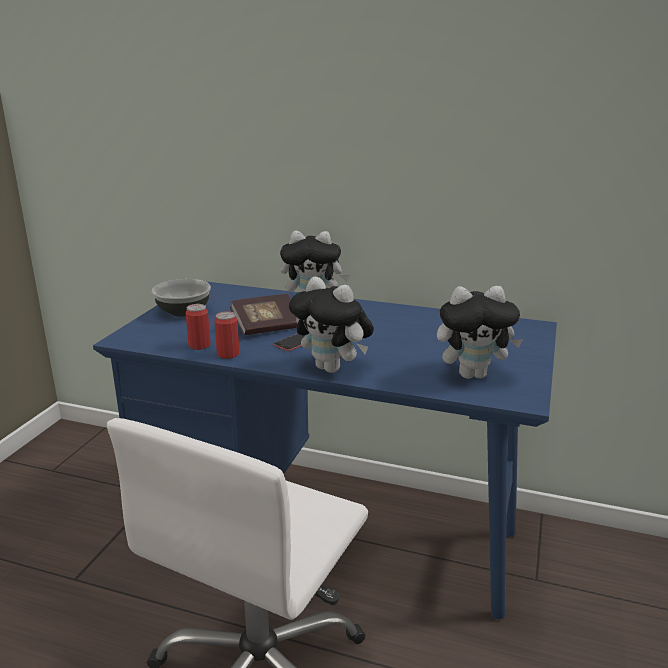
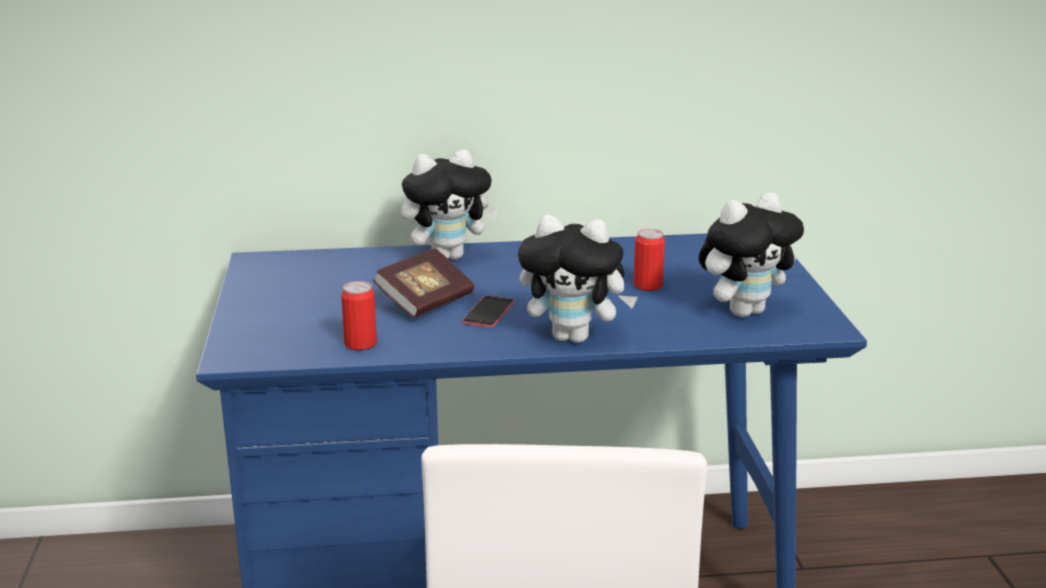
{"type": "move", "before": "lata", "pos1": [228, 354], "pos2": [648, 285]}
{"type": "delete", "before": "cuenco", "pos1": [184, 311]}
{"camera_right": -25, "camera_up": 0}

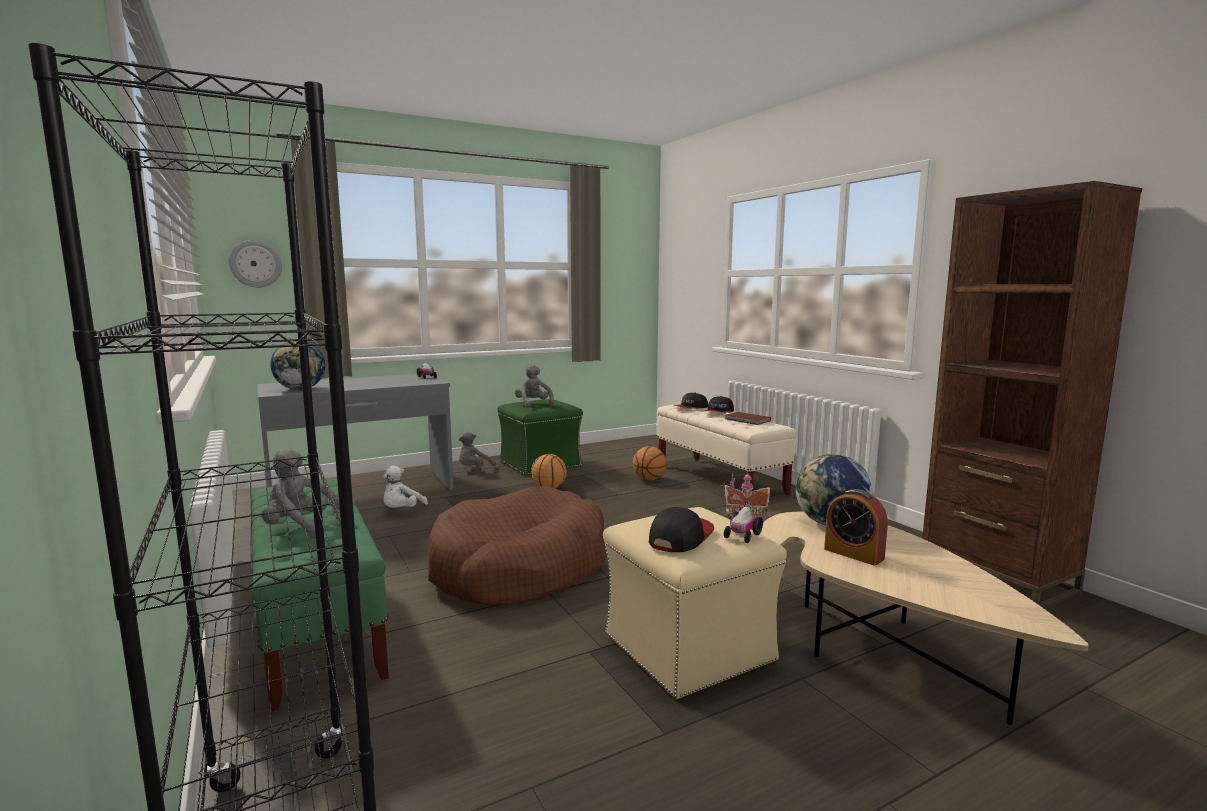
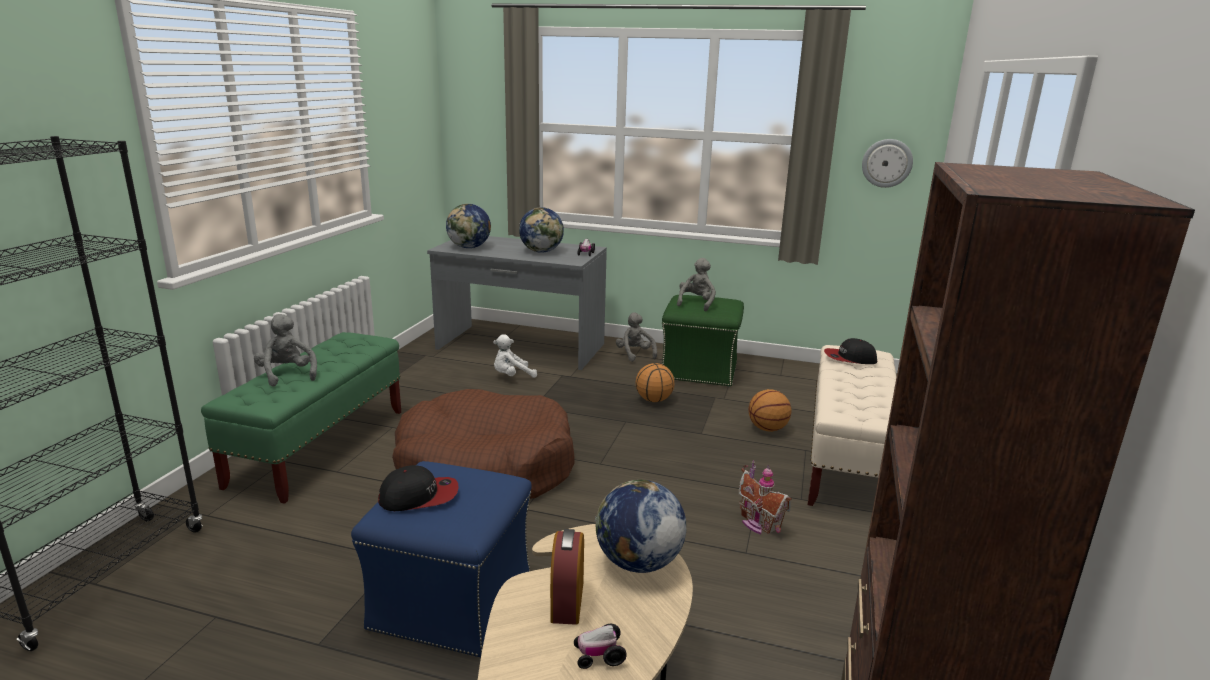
{"type": "recolor", "before": "puf (beis)", "after": "puf (azul)", "pos1": [687, 647], "pos2": [452, 600]}
{"type": "insert", "after": "globo terráqueo", "pos2": [541, 251]}
{"type": "move", "before": "coche de juguete", "pos1": [742, 536], "pos2": [599, 655]}
{"type": "rotate", "before": "peluche (gris)", "pos1": [474, 469], "pos2": [635, 354], "turn": 75}
{"type": "move", "before": "reloj de pared", "pos1": [255, 264], "pos2": [887, 163]}
{"type": "delete", "before": "gorra", "pos1": [719, 412]}
{"type": "delete", "before": "libro (marrón)", "pos1": [747, 420]}
{"camera_right": 45, "camera_up": 10}

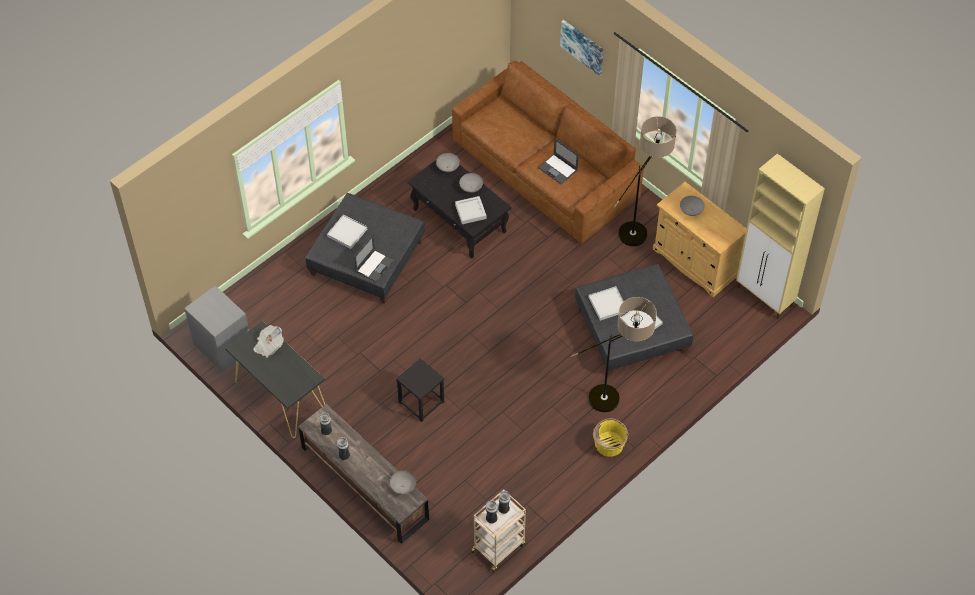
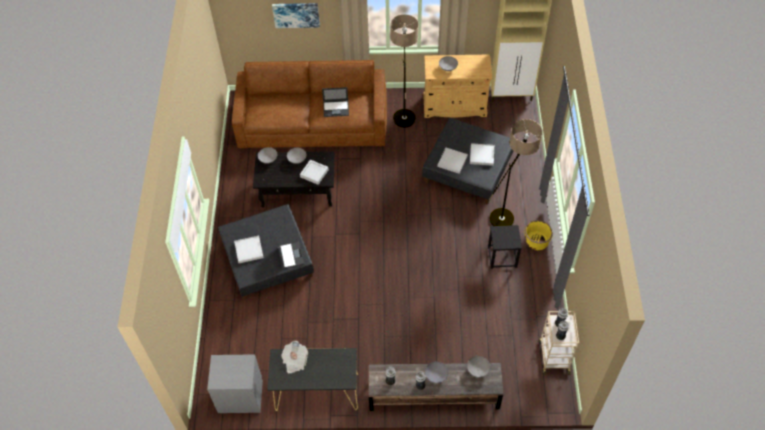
{"type": "insert", "after": "cuenco (gris)", "pos2": [435, 375]}
{"type": "move", "before": "taburete (negro)", "pos1": [421, 402], "pos2": [502, 257]}
{"camera_right": -45, "camera_up": 0}

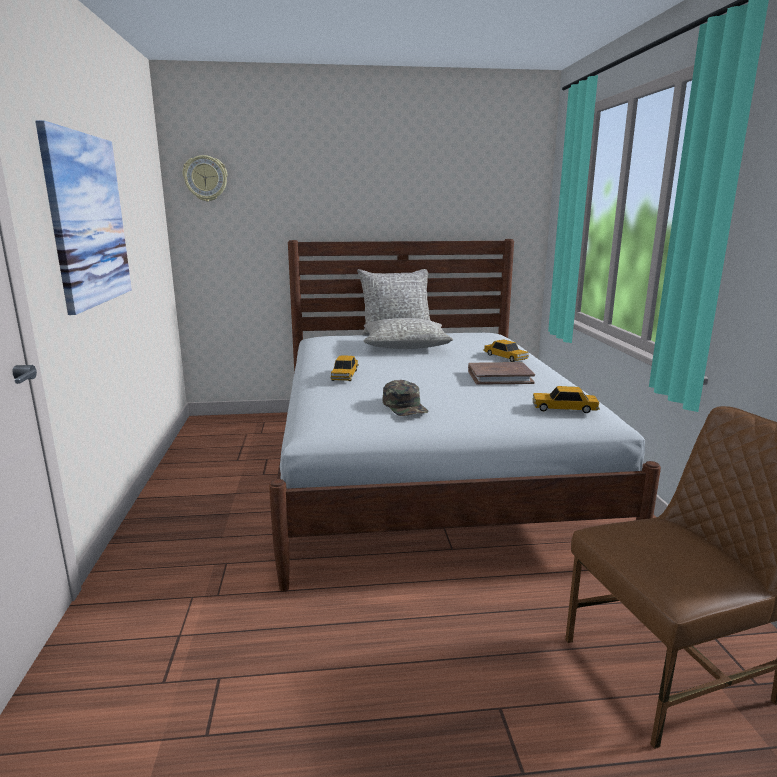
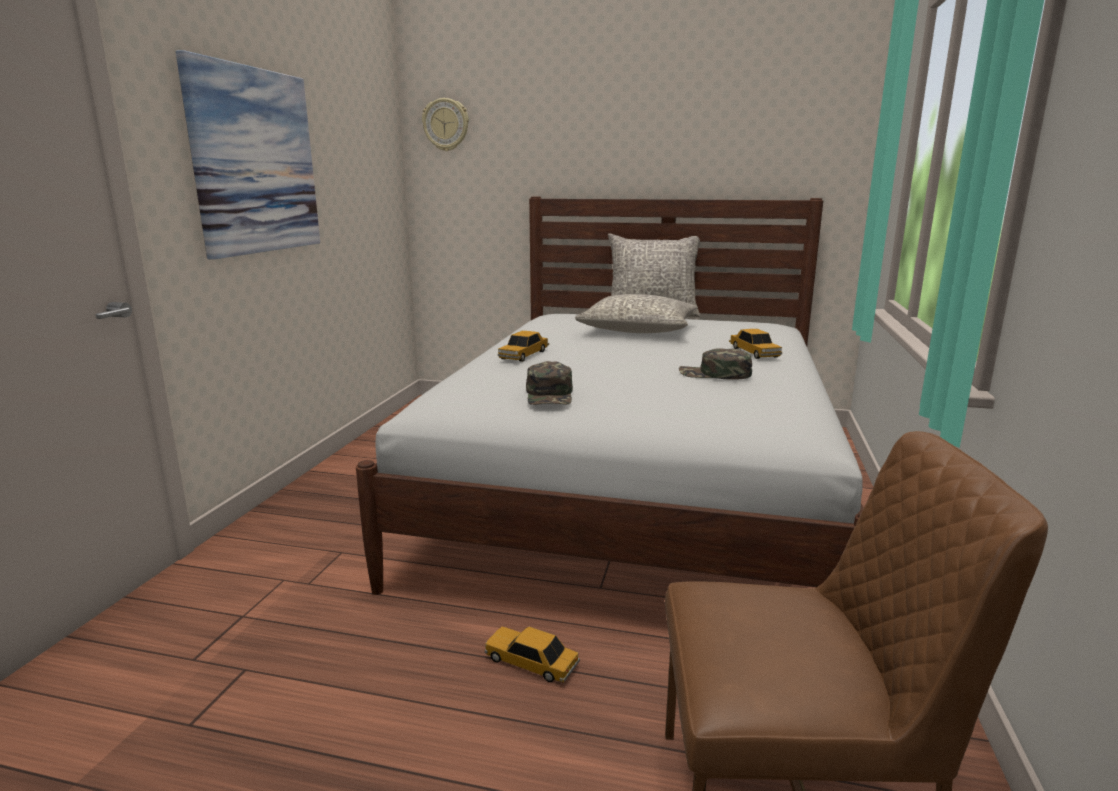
{"type": "move", "before": "coche de juguete", "pos1": [564, 408], "pos2": [531, 662]}
{"type": "replace", "before": "libro (marrón)", "after": "gorra (verde)", "pos1": [499, 377], "pos2": [714, 374]}
{"camera_right": 20, "camera_up": 0}

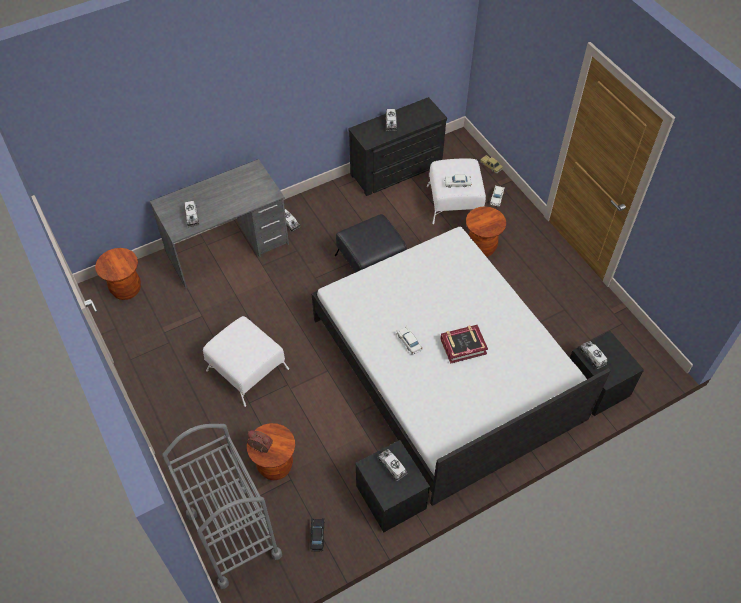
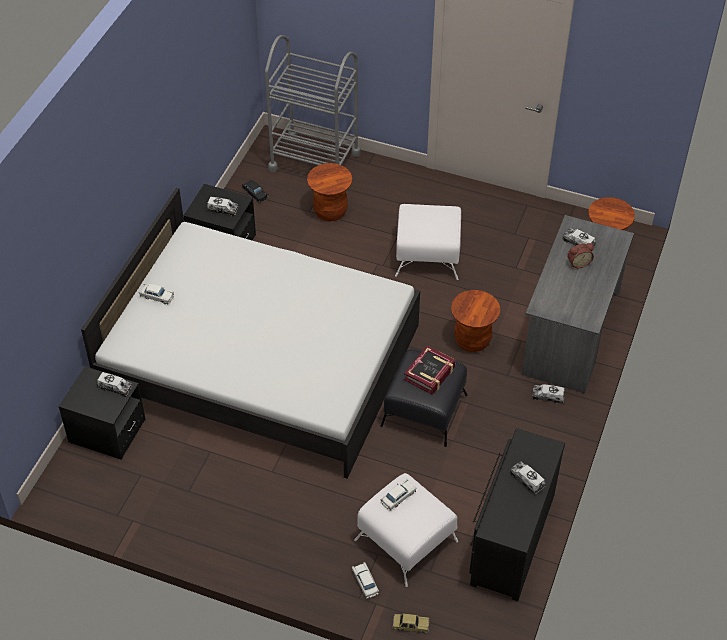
{"type": "move", "before": "coche de juguete (blanco)", "pos1": [409, 342], "pos2": [157, 296]}
{"type": "move", "before": "libro", "pos1": [463, 346], "pos2": [430, 373]}
{"type": "move", "before": "taburete (marrón)", "pos1": [481, 248], "pos2": [472, 340]}
{"type": "move", "before": "despertador", "pos1": [260, 448], "pos2": [578, 263]}
{"camera_right": 140, "camera_up": -5}

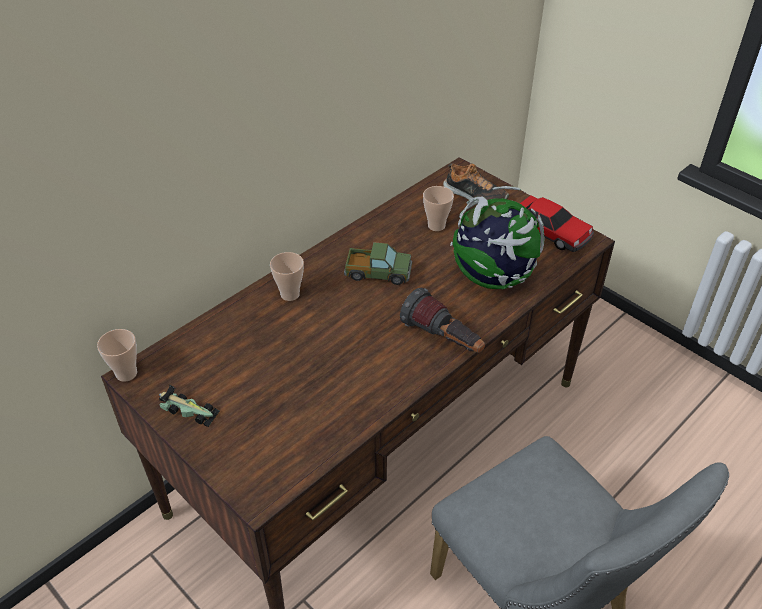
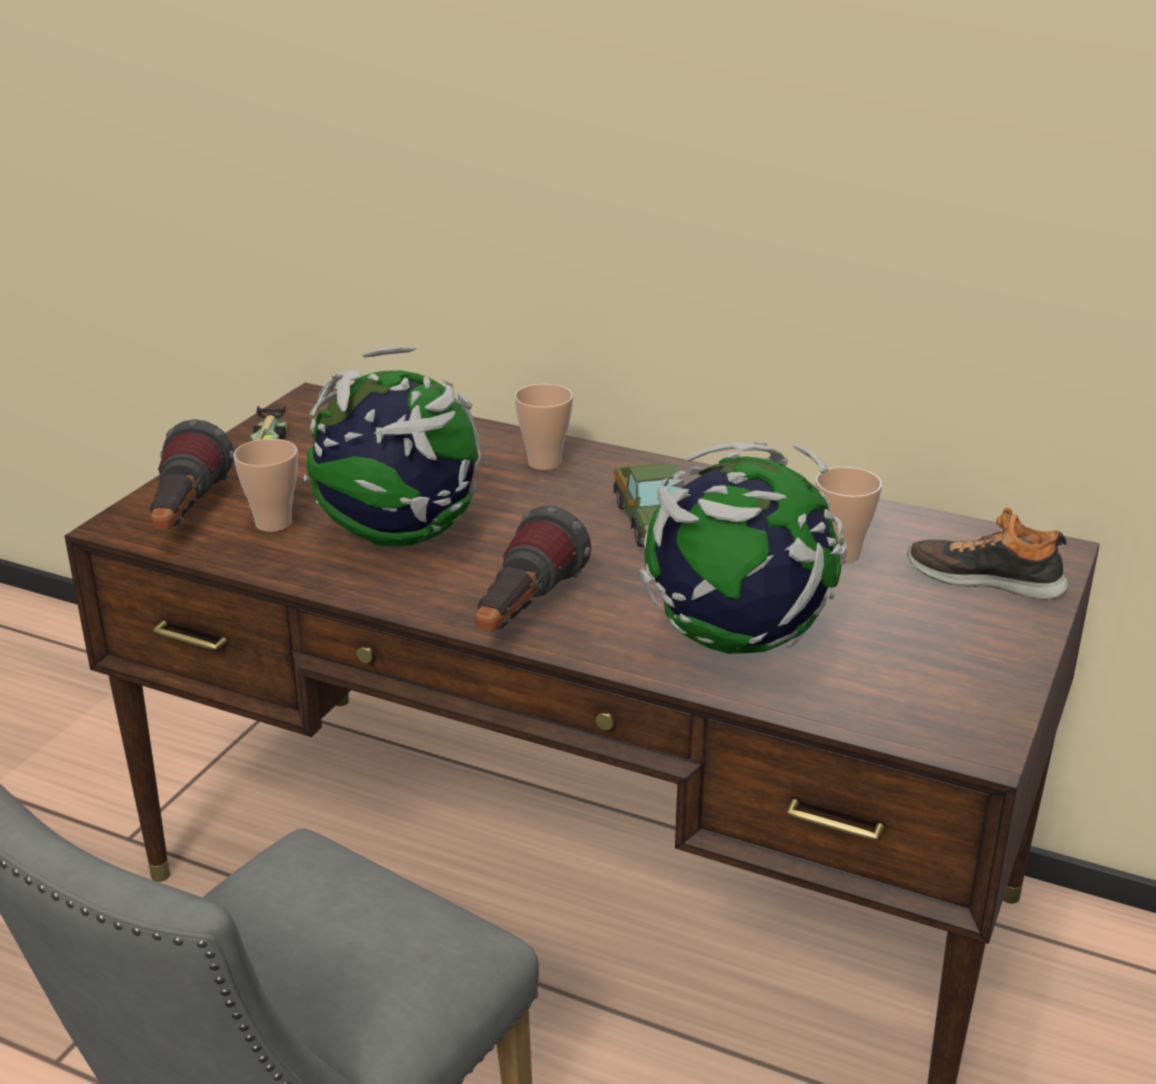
{"type": "insert", "after": "linterna", "pos2": [186, 517]}
{"type": "move", "before": "taza", "pos1": [126, 373], "pos2": [273, 523]}
{"type": "insert", "after": "globo terráqueo", "pos2": [400, 537]}
{"type": "rotate", "before": "zapato", "pos1": [474, 195], "pos2": [985, 579], "turn": 105}
{"type": "delete", "before": "coche de juguete", "pos1": [550, 232]}
{"camera_right": 70, "camera_up": -15}

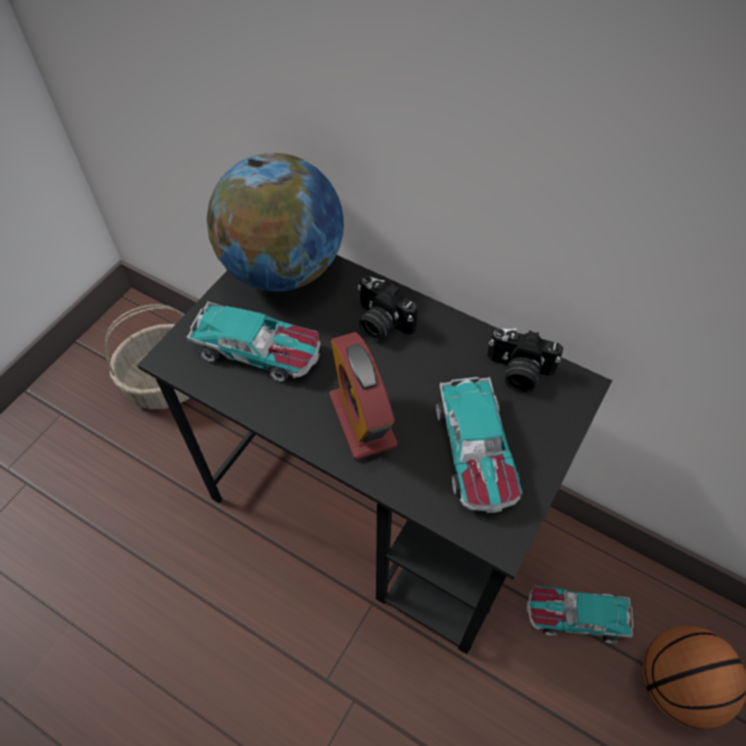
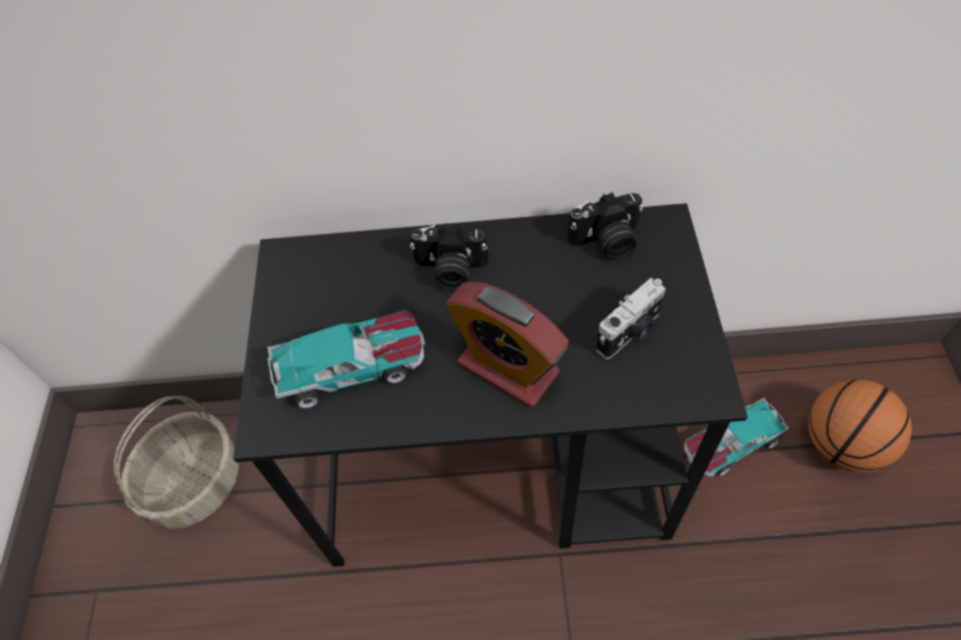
{"type": "replace", "before": "coche de juguete", "after": "cámara", "pos1": [476, 452], "pos2": [630, 333]}
{"type": "delete", "before": "globo terráqueo", "pos1": [283, 269]}
{"camera_right": -30, "camera_up": 0}

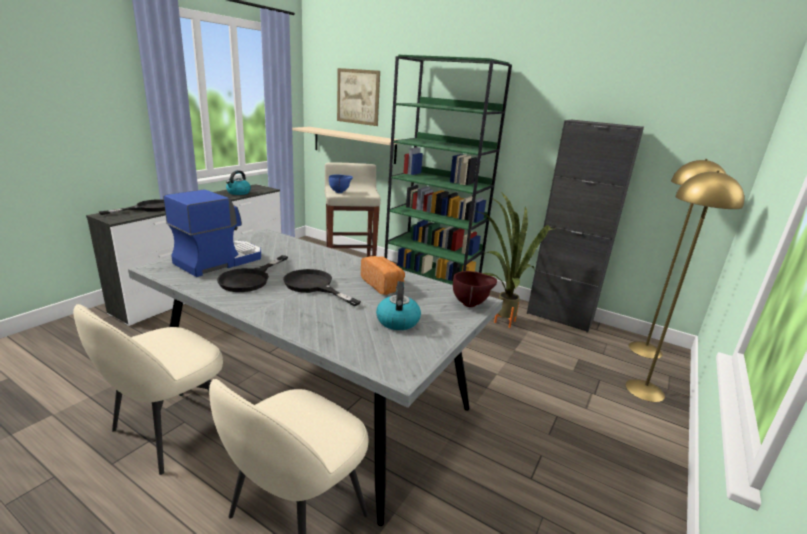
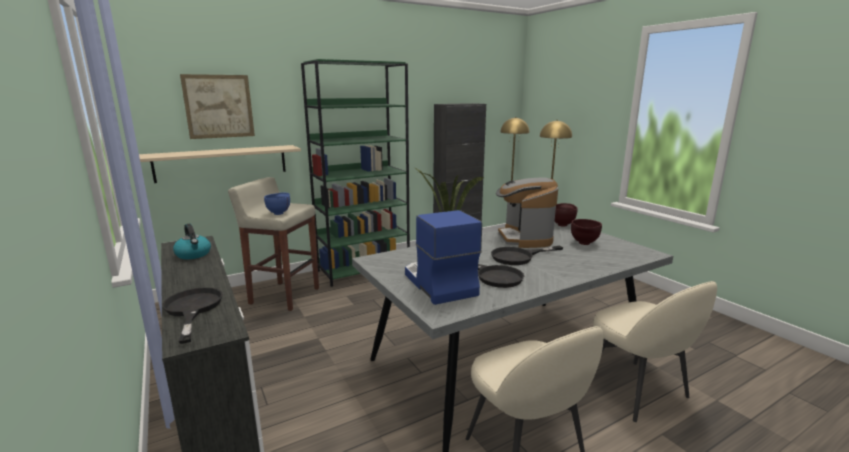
{"type": "replace", "before": "pan", "after": "cafetera", "pos1": [383, 285], "pos2": [524, 238]}
{"type": "replace", "before": "hervidor", "after": "cuenco (marrón)", "pos1": [397, 321], "pos2": [584, 244]}
{"camera_right": -60, "camera_up": -5}

